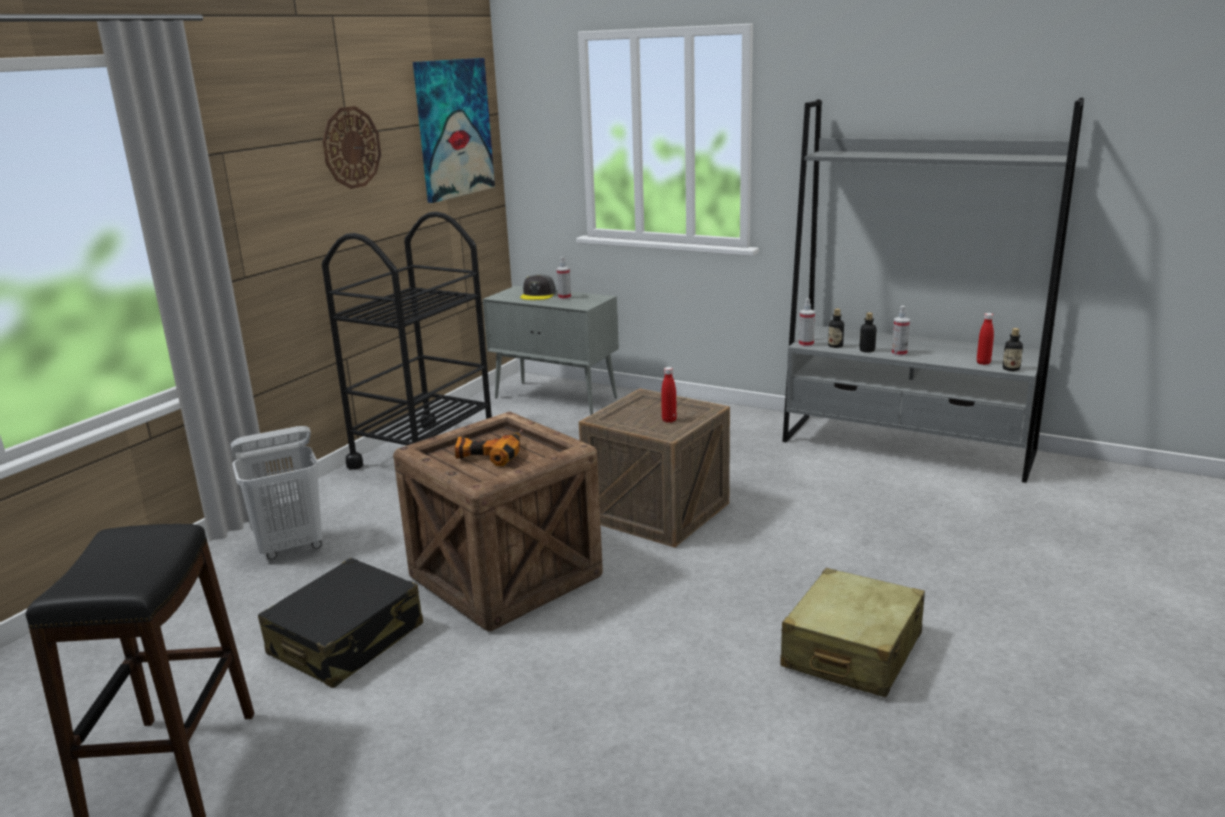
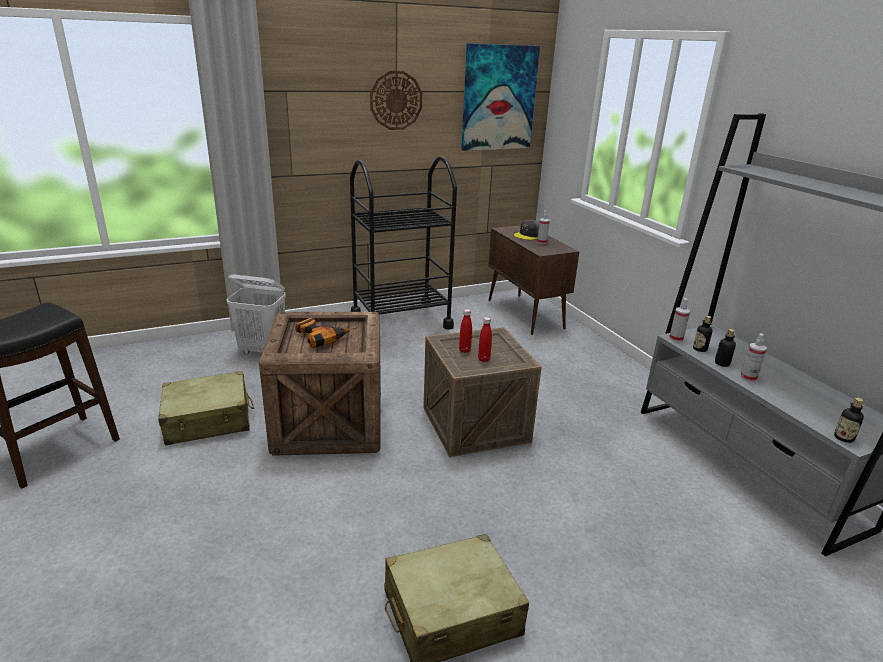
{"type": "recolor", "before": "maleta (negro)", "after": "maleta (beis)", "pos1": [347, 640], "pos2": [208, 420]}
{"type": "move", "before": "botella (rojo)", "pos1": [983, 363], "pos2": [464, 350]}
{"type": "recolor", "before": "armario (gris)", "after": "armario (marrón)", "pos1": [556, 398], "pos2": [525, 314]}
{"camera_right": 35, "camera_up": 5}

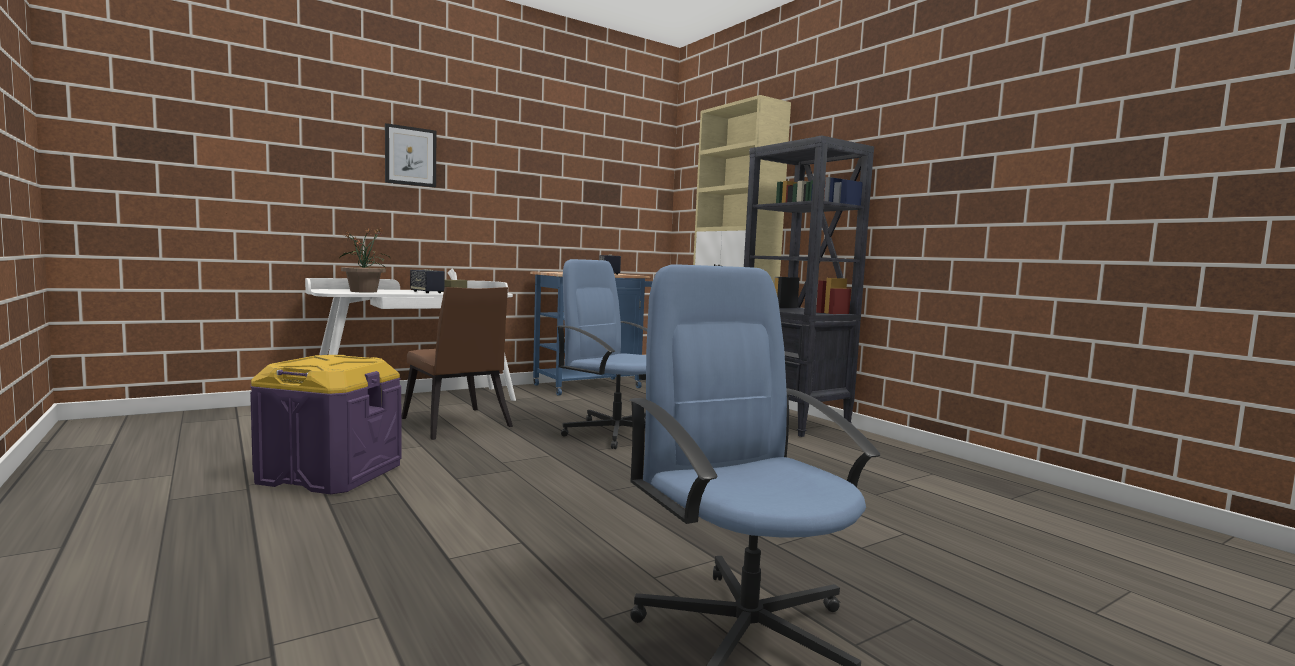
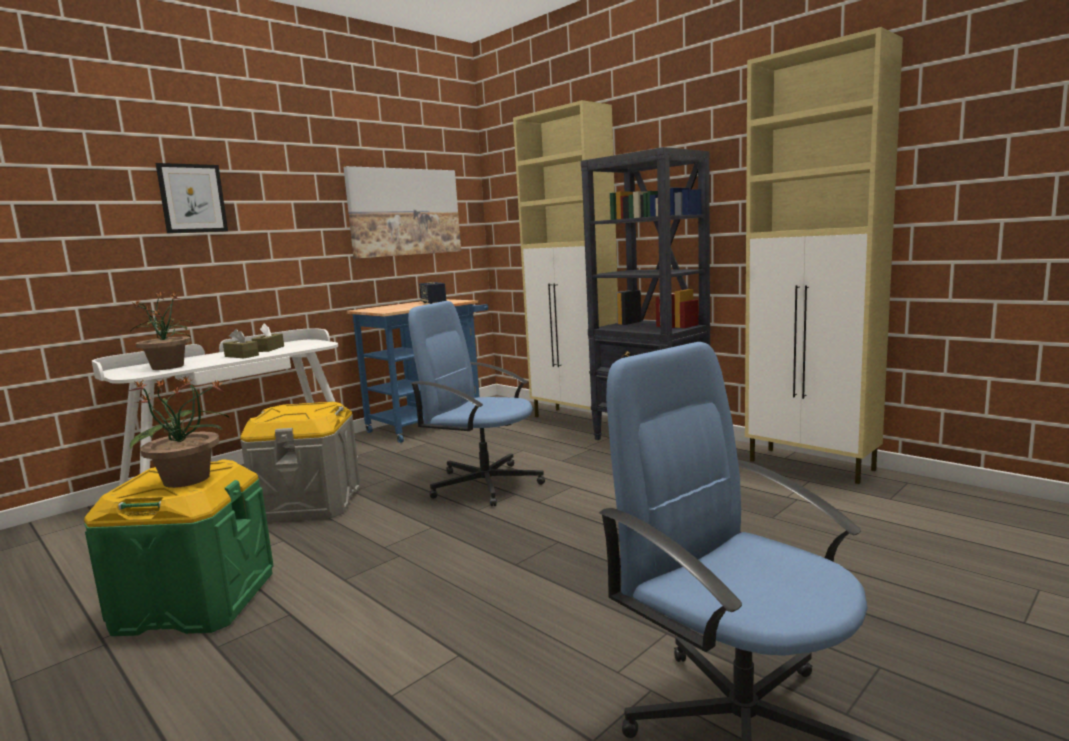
{"type": "recolor", "before": "caja de almacenaje (morado)", "after": "caja de almacenaje (verde)", "pos1": [330, 474], "pos2": [196, 601]}
{"type": "insert", "after": "planta en maceta", "pos2": [188, 480]}
{"type": "replace", "before": "altavoz", "after": "caja de pañuelos (marrón)", "pos1": [427, 292], "pos2": [241, 356]}
{"type": "replace", "before": "silla (marrón)", "after": "caja de almacenaje (gris)", "pos1": [457, 425], "pos2": [309, 503]}
{"type": "insert", "after": "cuadro", "pos2": [404, 212]}
{"type": "insert", "after": "armario (beis)", "pos2": [812, 466]}
{"camera_right": -10, "camera_up": 5}

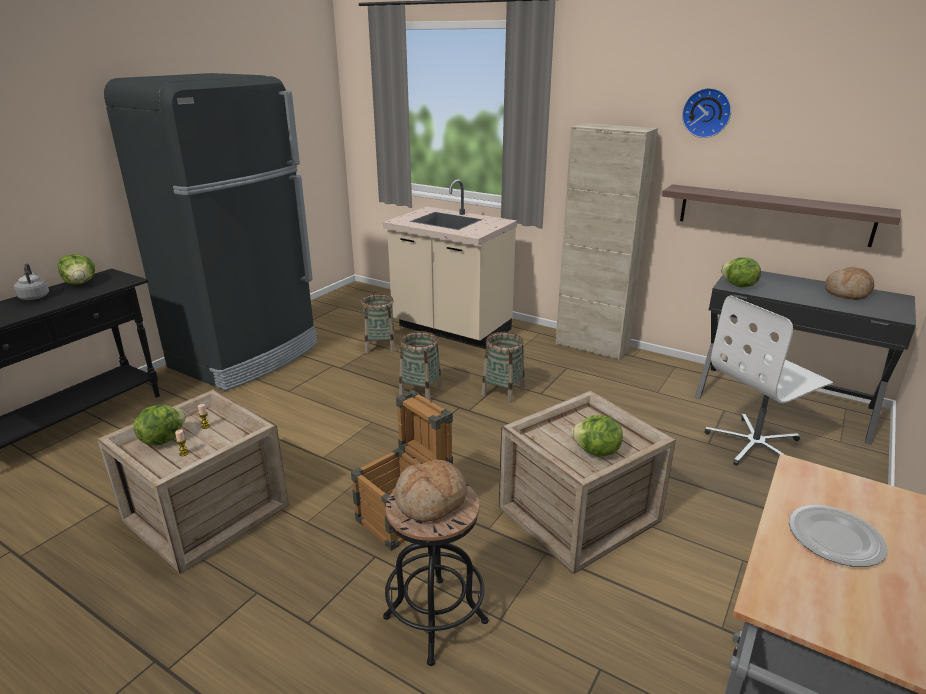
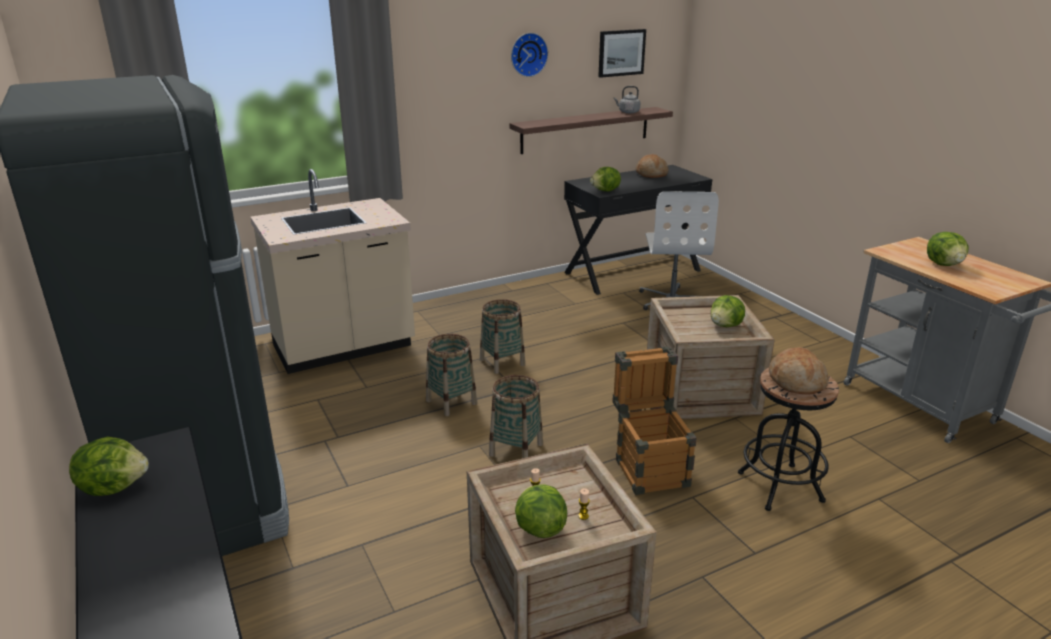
{"type": "move", "before": "cesta", "pos1": [380, 346], "pos2": [516, 449]}
{"type": "insert", "after": "cuadro", "pos2": [621, 53]}
{"type": "move", "before": "hervidor (gris)", "pos1": [34, 297], "pos2": [628, 112]}
{"type": "replace", "before": "plato", "after": "lechuga", "pos1": [836, 538], "pos2": [944, 264]}
{"type": "delete", "before": "armario (beis)", "pos1": [592, 346]}
{"camera_right": -60, "camera_up": 0}

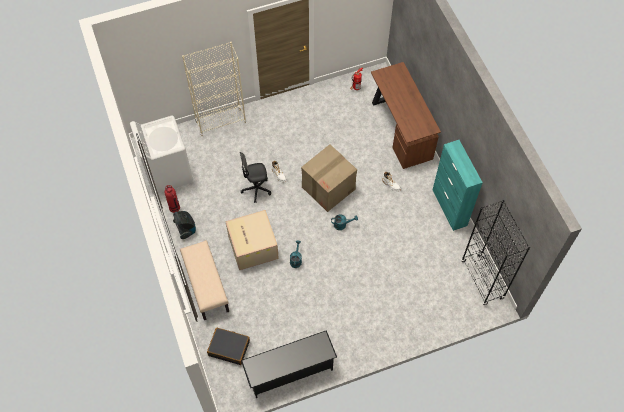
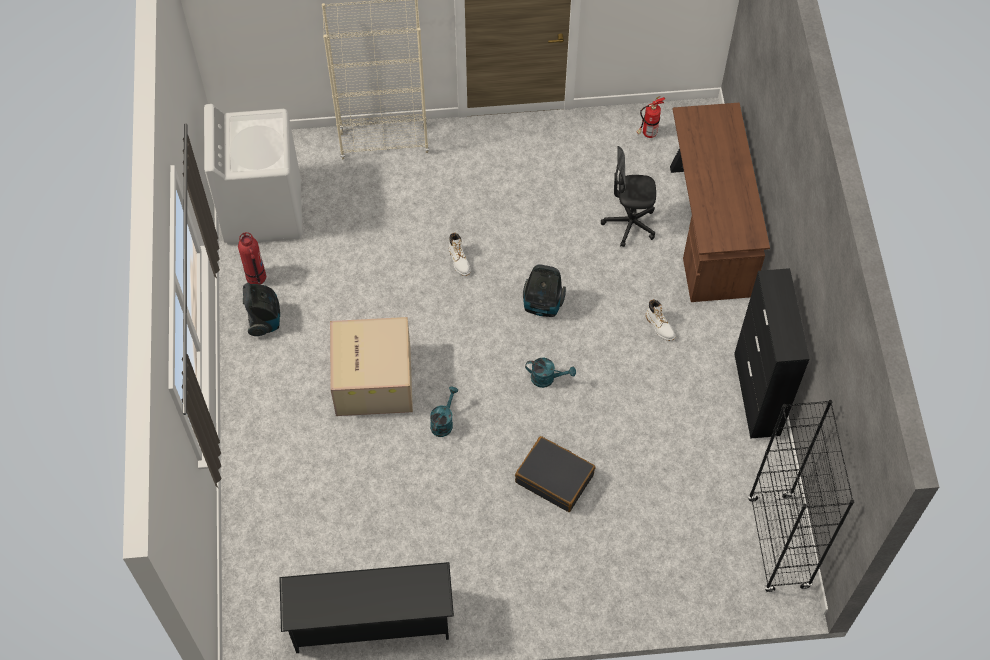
{"type": "move", "before": "maleta (negro)", "pos1": [229, 348], "pos2": [554, 478]}
{"type": "replace", "before": "caja de cartón", "after": "aspiradora", "pos1": [328, 188], "pos2": [542, 305]}
{"type": "move", "before": "silla de oficina (negro)", "pos1": [256, 189], "pos2": [629, 224]}
{"type": "recolor", "before": "armario (turquesa)", "after": "armario (negro)", "pos1": [449, 208], "pos2": [756, 394]}
{"type": "delete", "before": "banco (beis)", "pos1": [206, 286]}
{"camera_right": 15, "camera_up": 0}

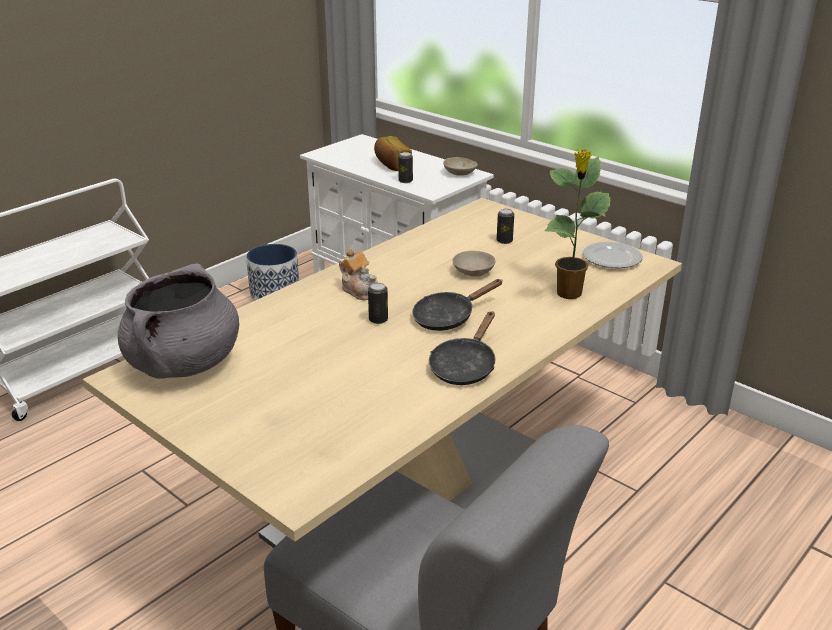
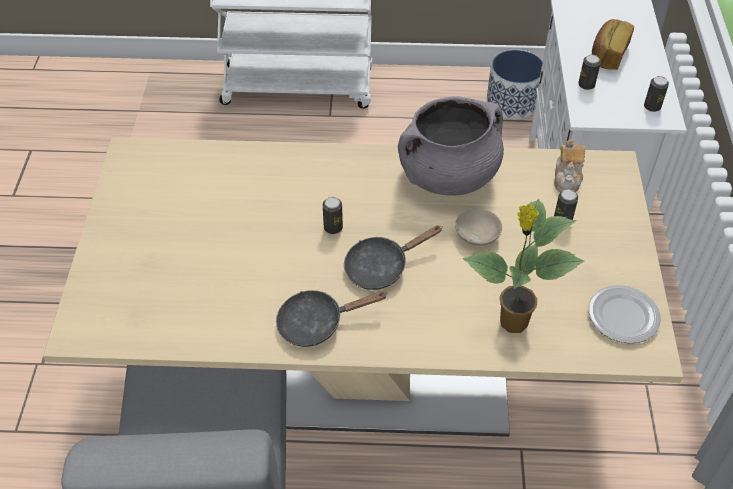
{"type": "rotate", "before": "sartén (negro)", "pos1": [448, 317], "pos2": [381, 267], "turn": -45}
{"type": "move", "before": "olla (gris)", "pos1": [184, 364], "pos2": [448, 176]}
{"type": "move", "before": "tetera", "pos1": [359, 290], "pos2": [567, 178]}
{"type": "replace", "before": "cuenco (beis)", "after": "lata", "pos1": [458, 173], "pos2": [652, 107]}
{"camera_right": 50, "camera_up": 20}

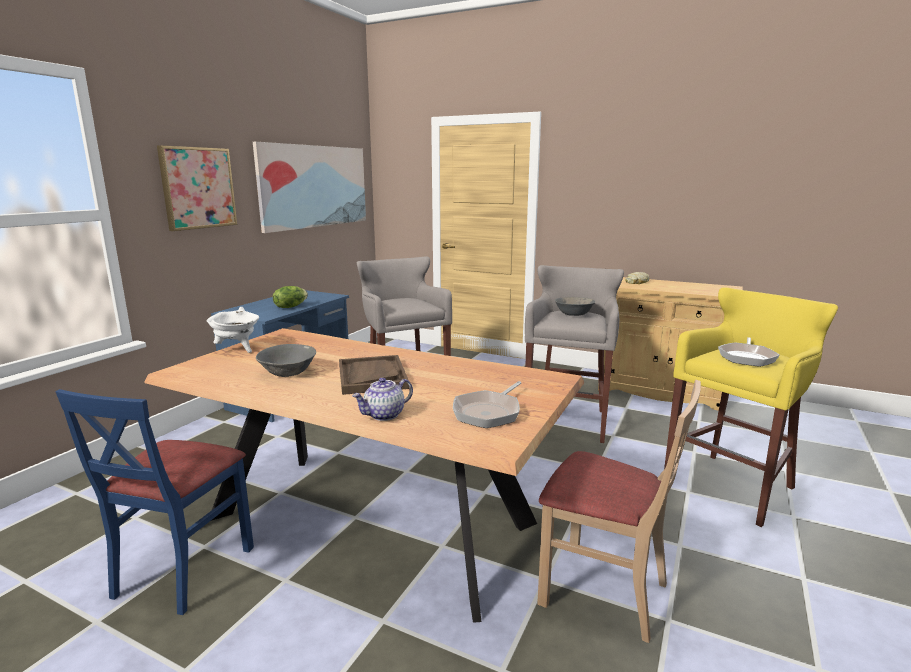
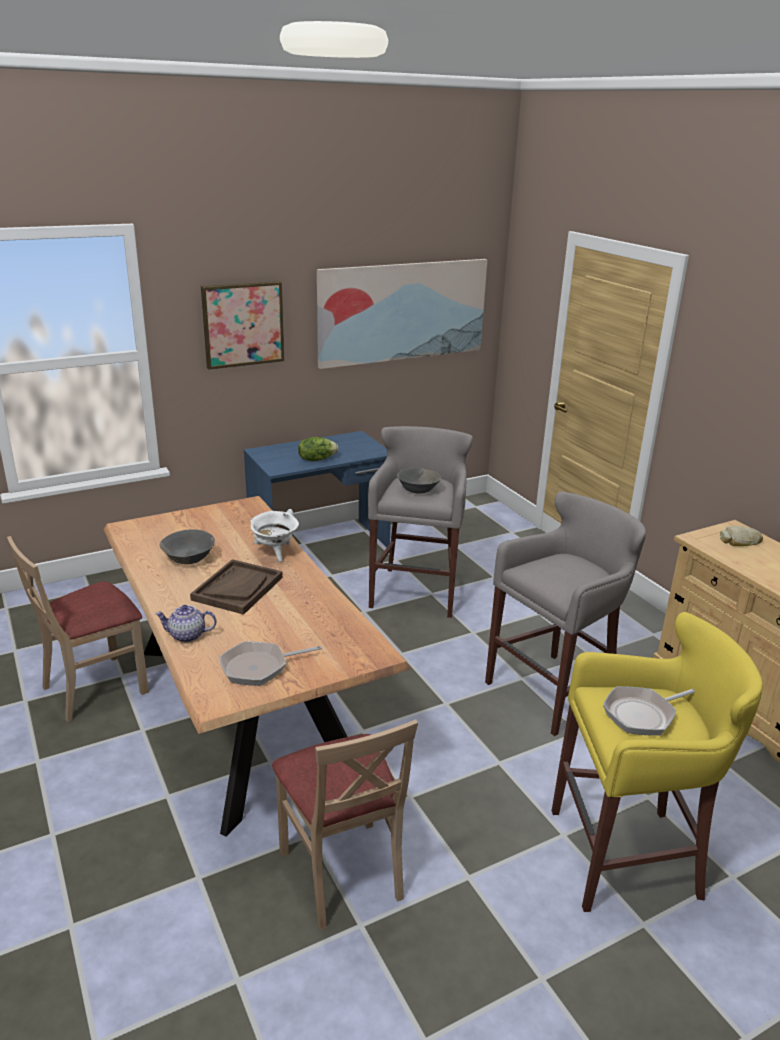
{"type": "recolor", "before": "silla (azul)", "after": "silla (beis)", "pos1": [183, 570], "pos2": [95, 688]}
{"type": "move", "before": "olla (blanco)", "pos1": [237, 349], "pos2": [275, 553]}
{"type": "move", "before": "cuenco (gris)", "pos1": [574, 314], "pos2": [418, 490]}
{"camera_right": 35, "camera_up": 10}

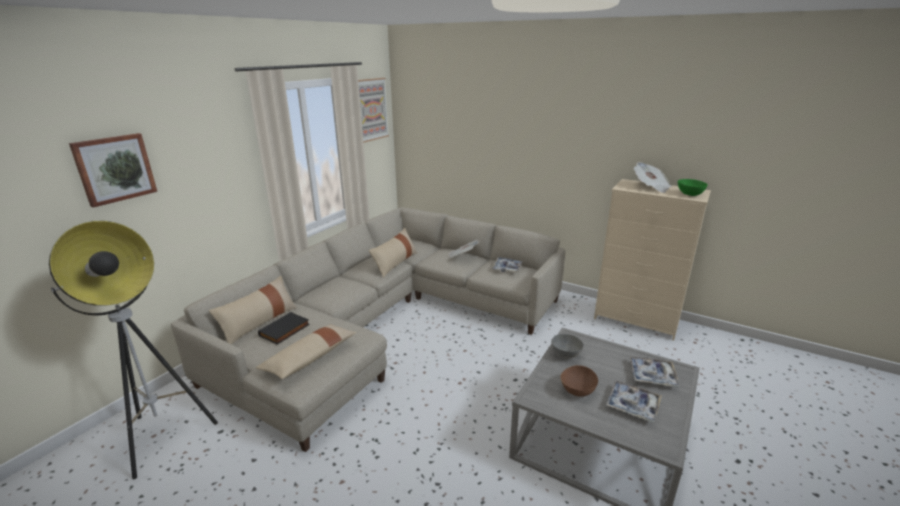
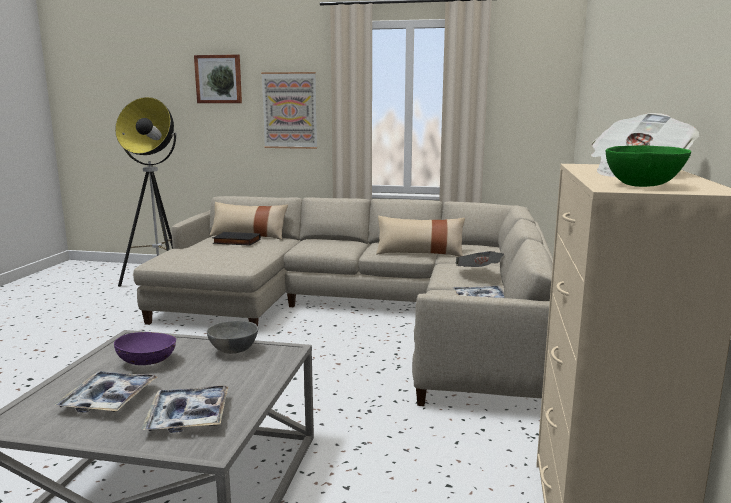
{"type": "recolor", "before": "cuenco (marrón)", "after": "cuenco (morado)", "pos1": [577, 389], "pos2": [148, 362]}
{"type": "move", "before": "cuadro", "pos1": [371, 109], "pos2": [290, 110]}
{"type": "delete", "before": "cojín (beis)", "pos1": [310, 358]}
{"camera_right": 70, "camera_up": -10}

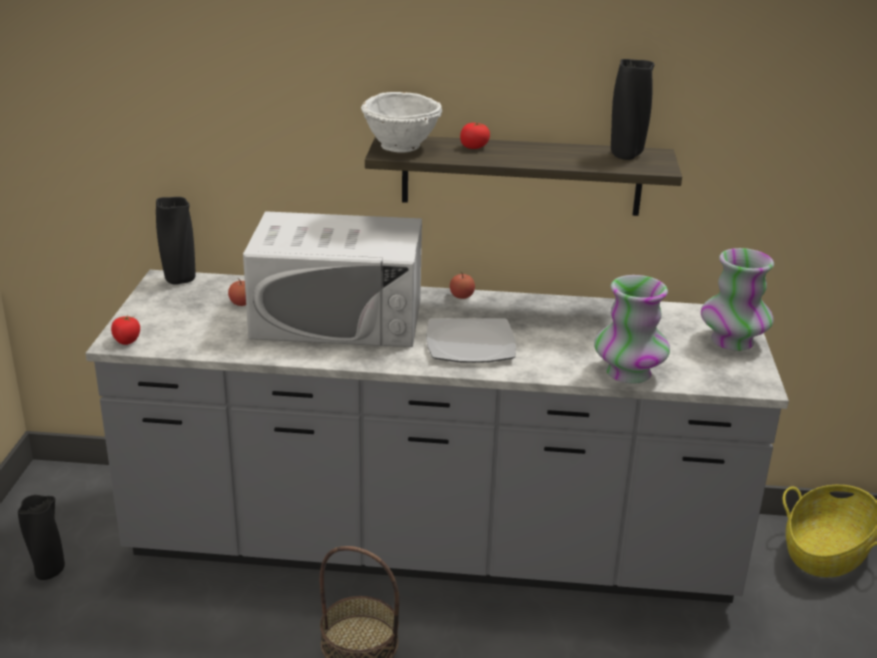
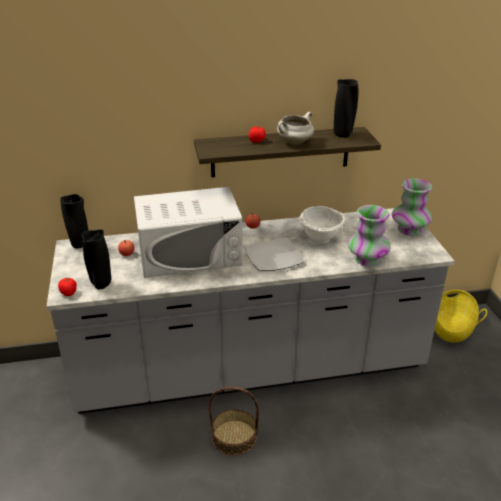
{"type": "move", "before": "florero (negro)", "pos1": [49, 571], "pos2": [101, 284]}
{"type": "insert", "after": "olla (blanco)", "pos2": [294, 142]}
{"type": "move", "before": "cuenco (blanco)", "pos1": [402, 147], "pos2": [321, 238]}
{"camera_right": -15, "camera_up": 5}

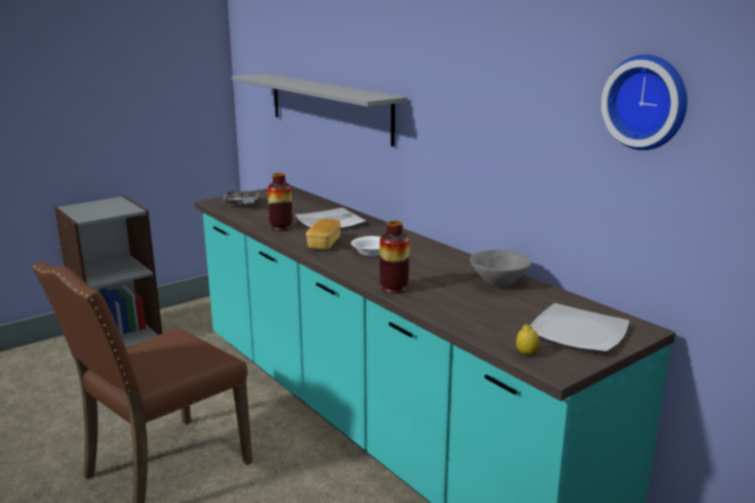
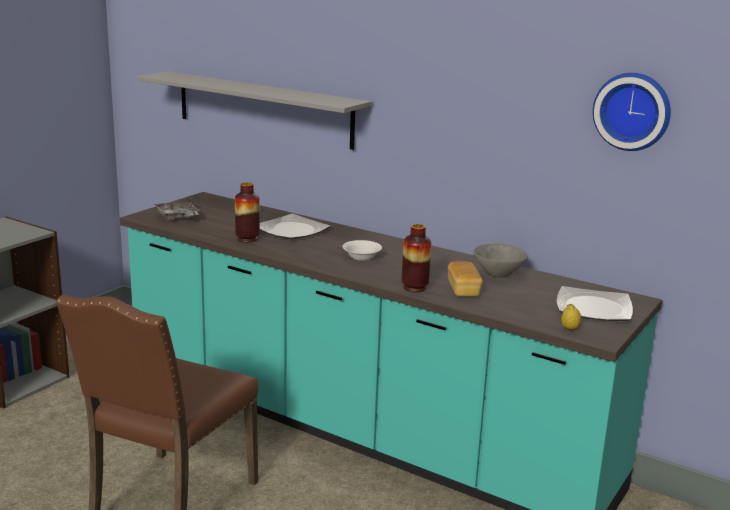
{"type": "move", "before": "pan", "pos1": [324, 244], "pos2": [463, 290]}
{"camera_right": -20, "camera_up": 0}

